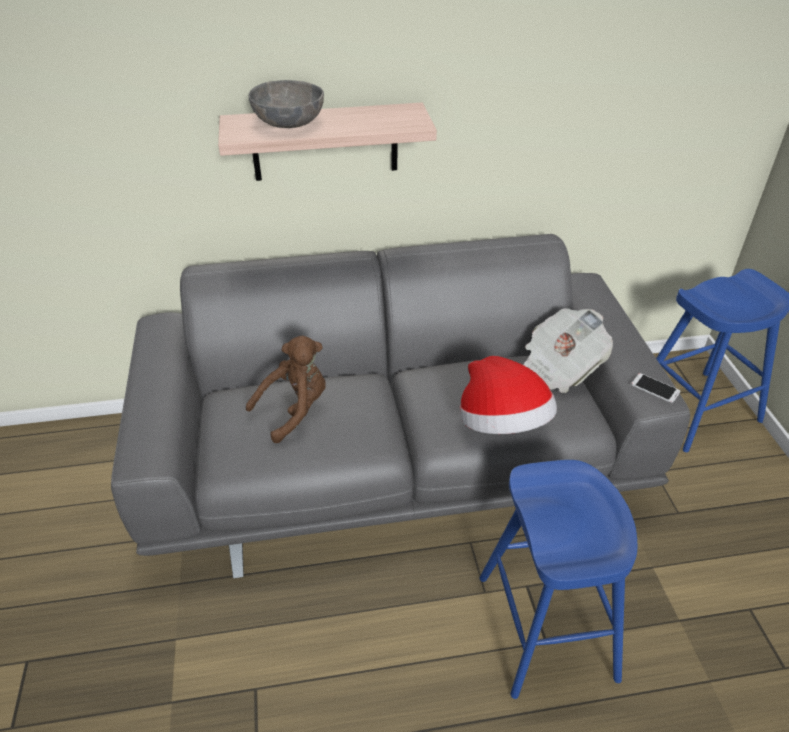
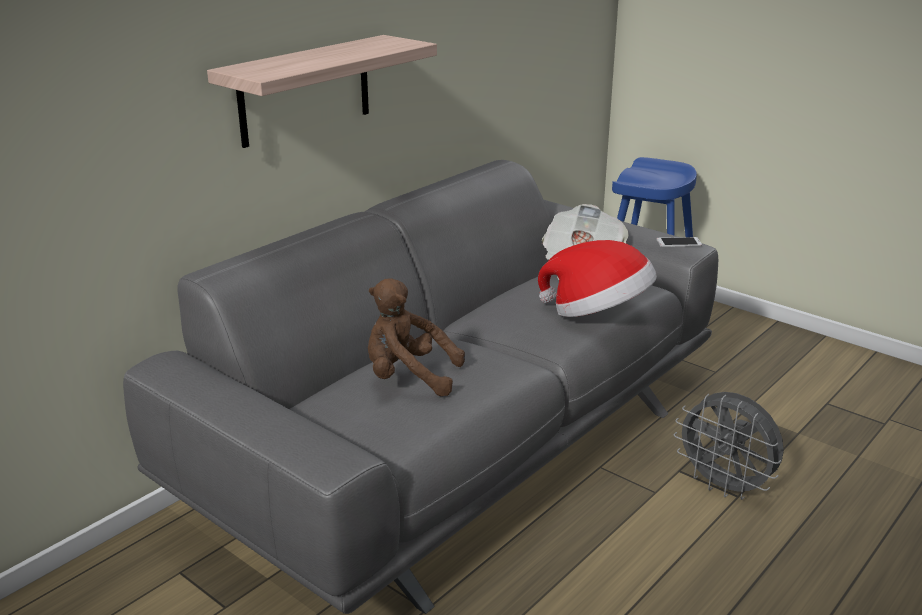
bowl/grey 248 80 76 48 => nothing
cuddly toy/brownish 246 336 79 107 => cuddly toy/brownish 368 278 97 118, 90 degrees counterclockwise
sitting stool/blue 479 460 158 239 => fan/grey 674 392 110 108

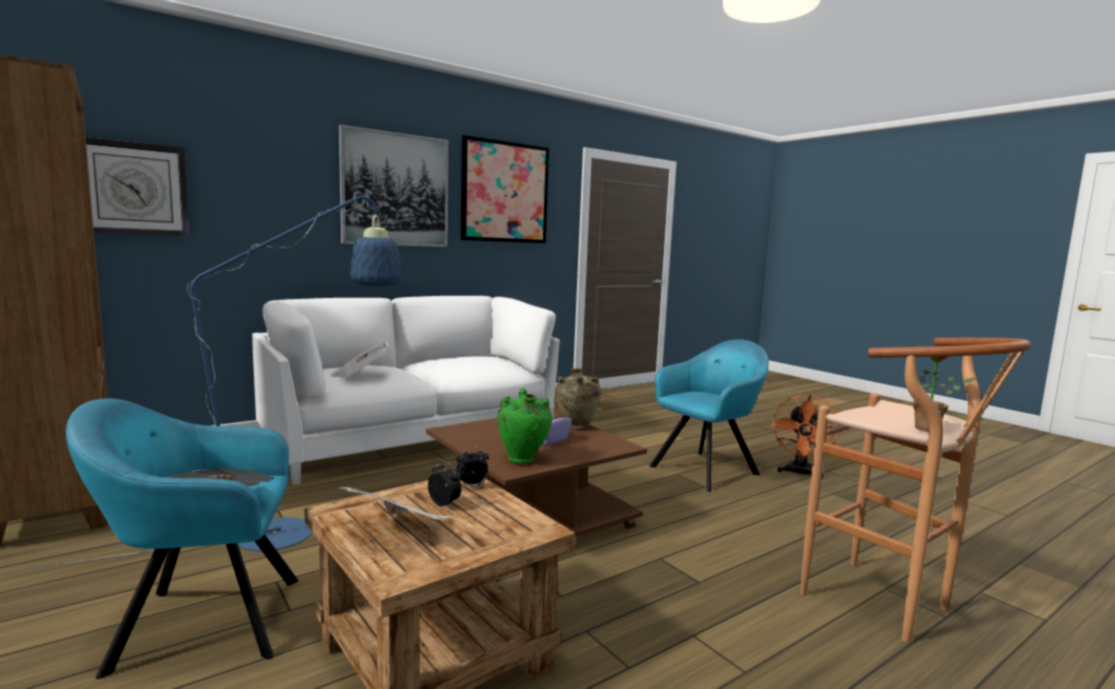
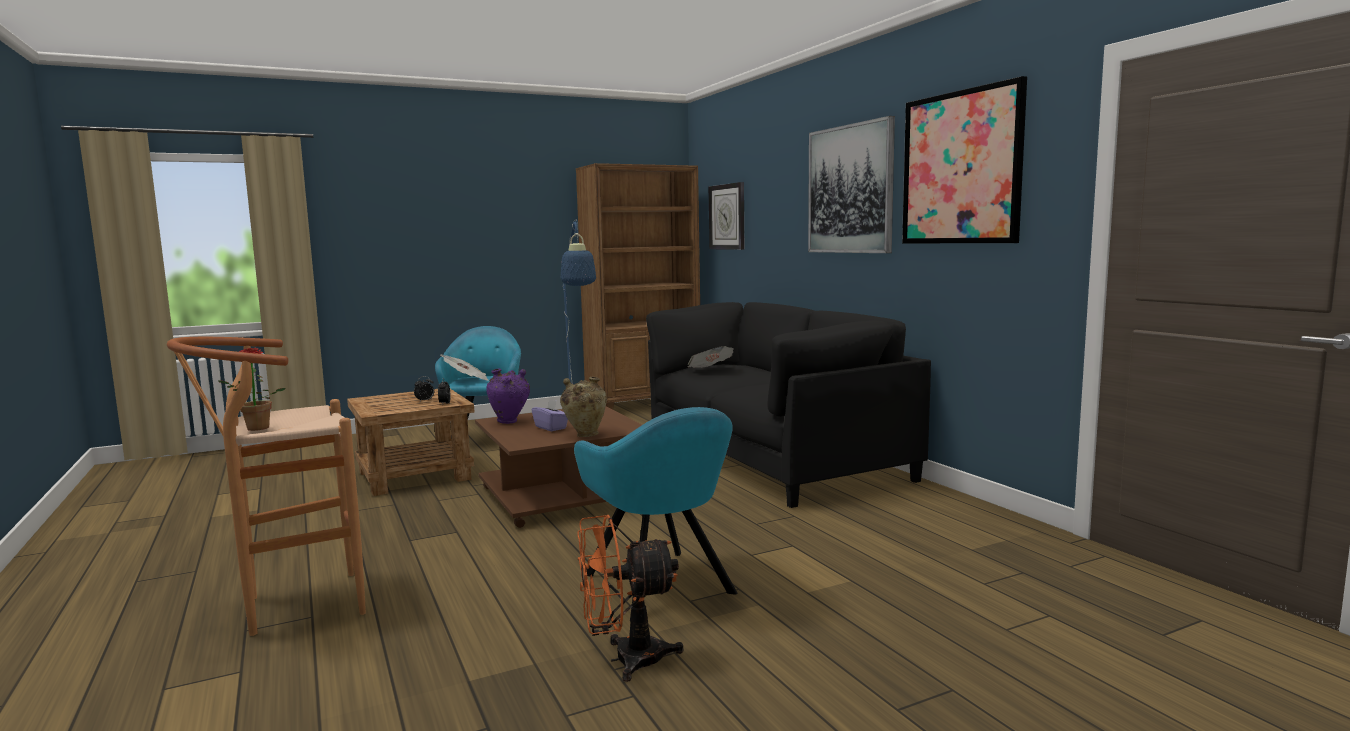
settee/white-coloured 252 296 308 189 => settee/black 646 302 285 206
vase/green 497 388 55 76 => vase/purple-coloured 486 368 44 56
fan/orangey 772 395 67 84 => fan/orangey 577 515 107 167, 45 degrees counterclockwise
newspaper 339 487 110 33 => nothing

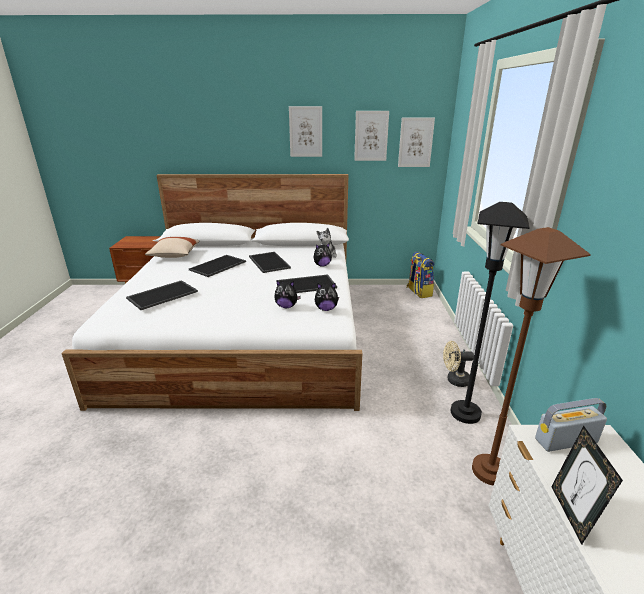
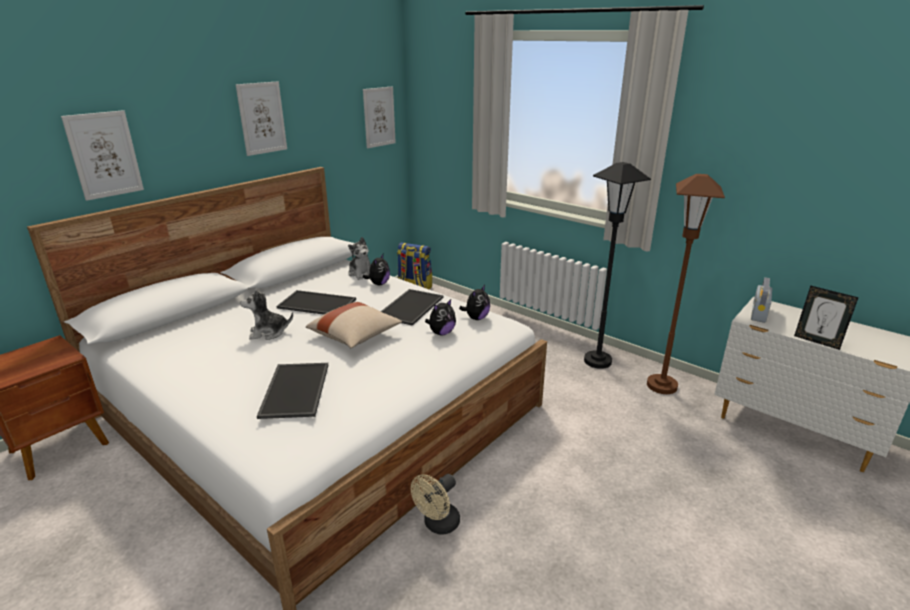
wall picture 354 111 35 50 => wall picture 61 110 83 91, relocated
cushion/beige 145 237 54 21 => cushion/beige 306 302 96 46, relocated
carrying tray 189 255 57 22 => cuddly toy 240 288 53 52
fan/beige 443 341 31 46 => fan/beige 411 474 49 61, relocated

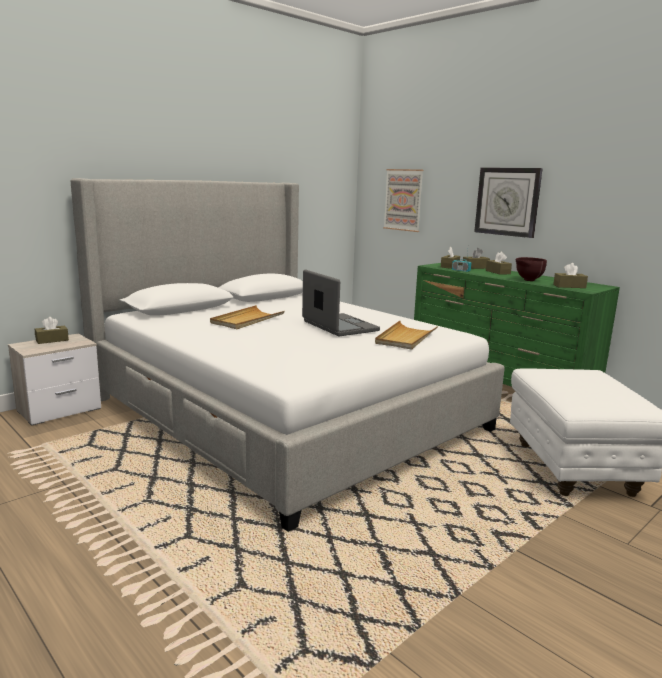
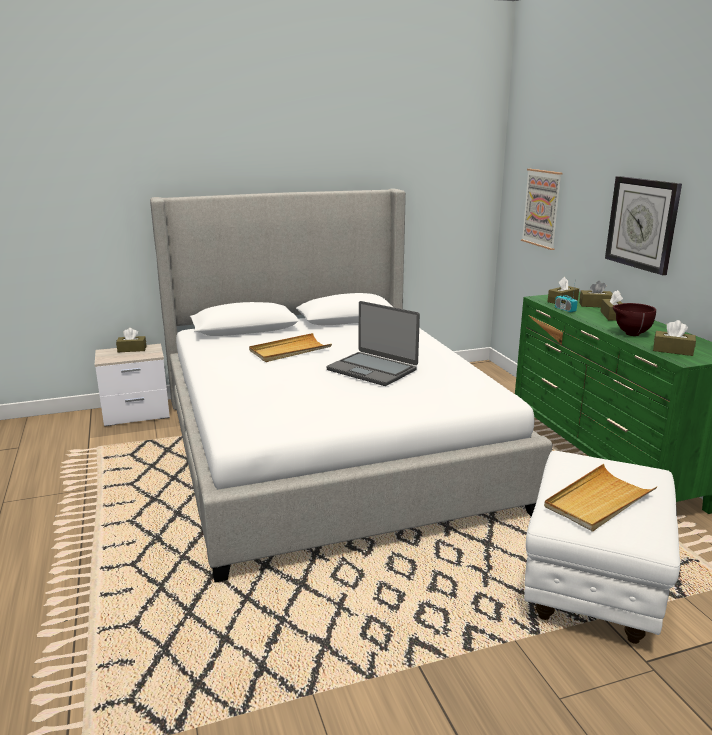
portable computer 302 269 78 67 => portable computer 327 301 93 85, 135 degrees clockwise
carrying tray/beige 375 321 63 29 => carrying tray/beige 544 464 113 67, relocated

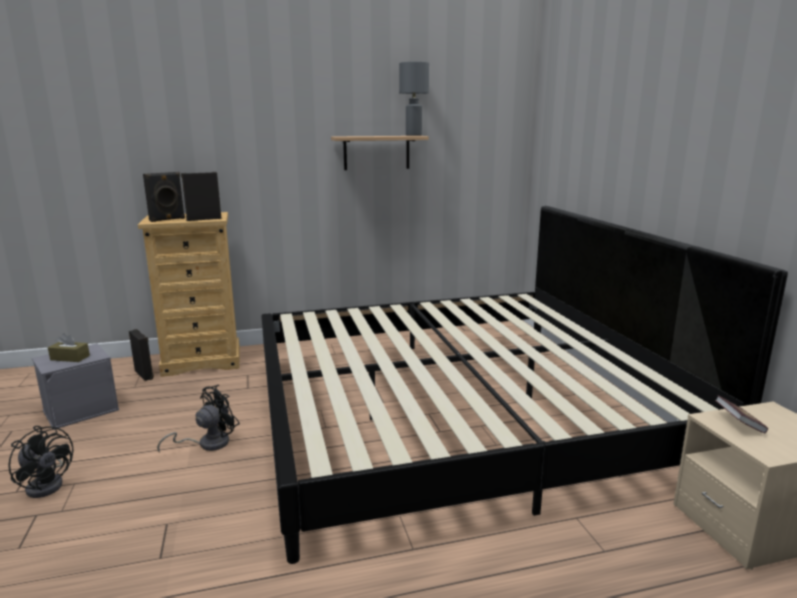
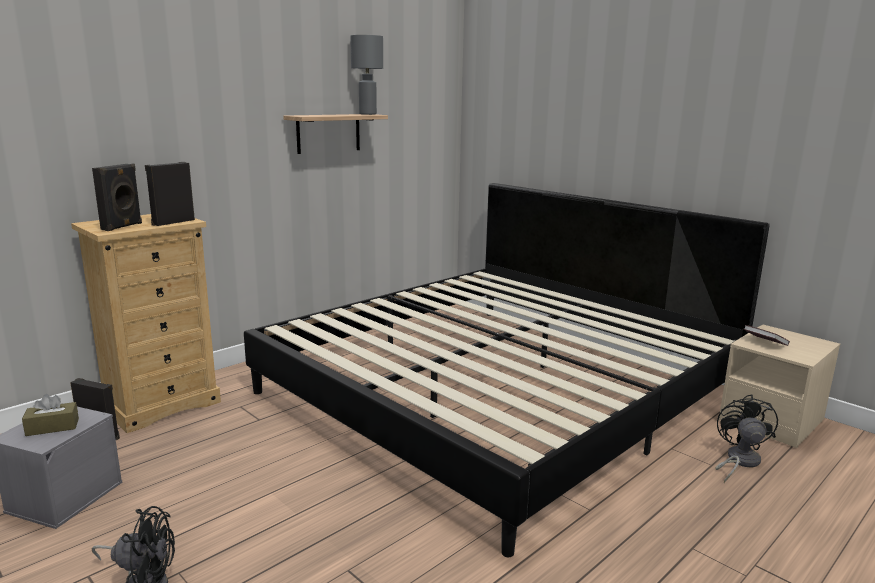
fan/black 157 385 83 68 => fan/black 715 394 63 89, relocated

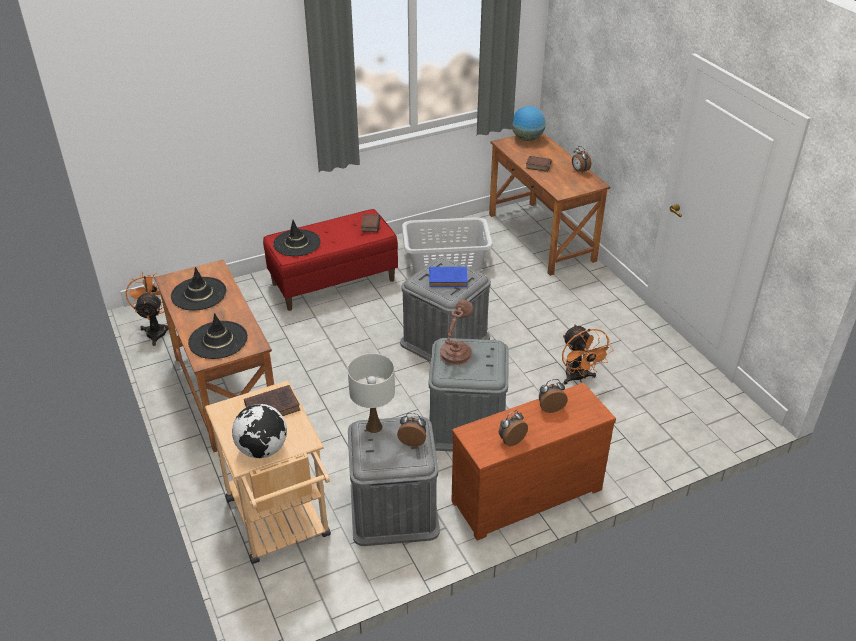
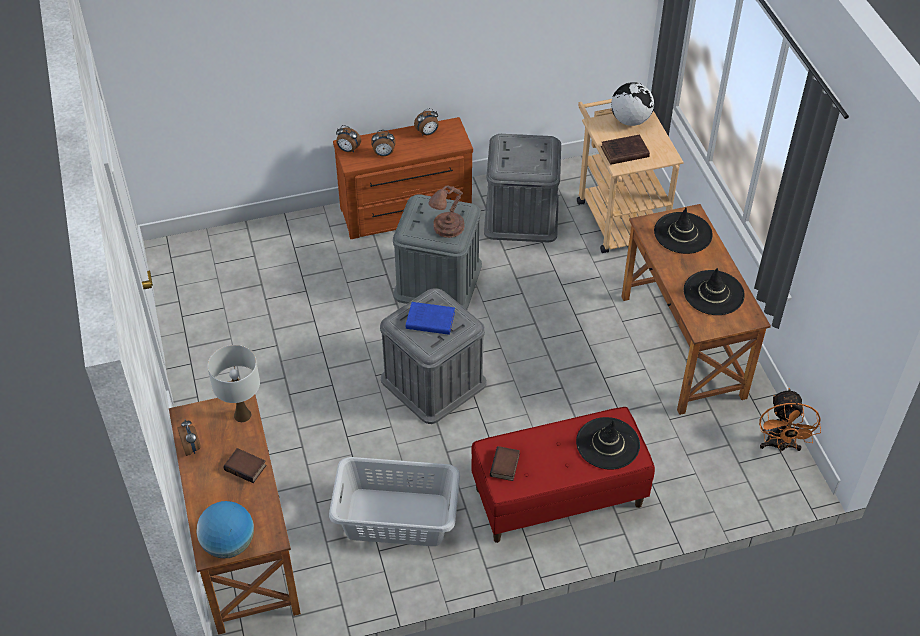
fan/orangey 562 324 51 61 => nothing
table lamp/white-coloured 348 353 47 80 => table lamp/white-coloured 208 345 52 77, relocated
table clock 397 413 29 34 => table clock 336 125 25 27, relocated

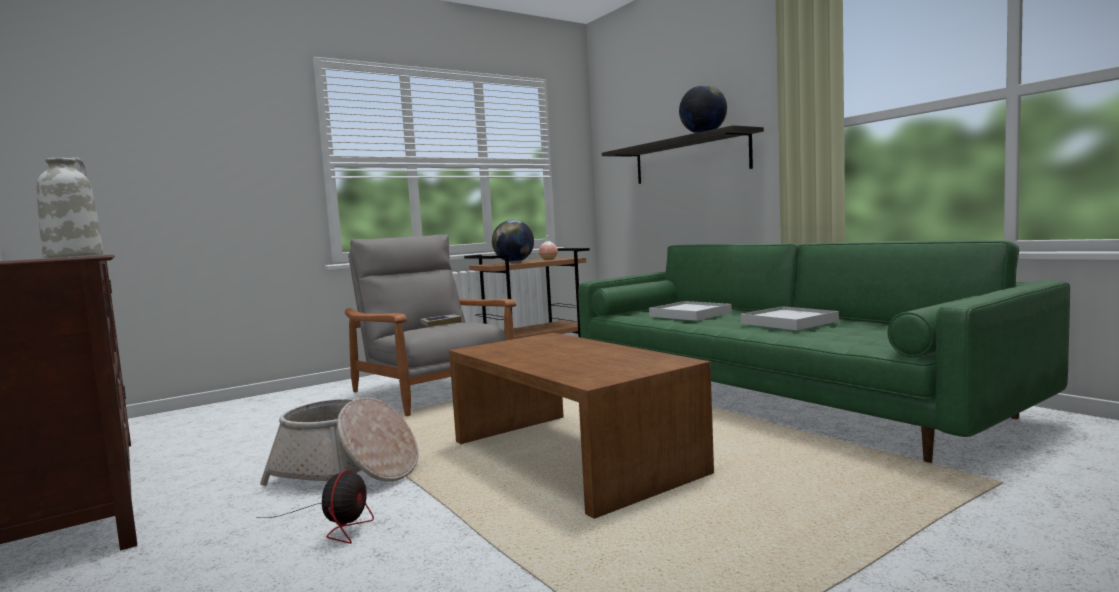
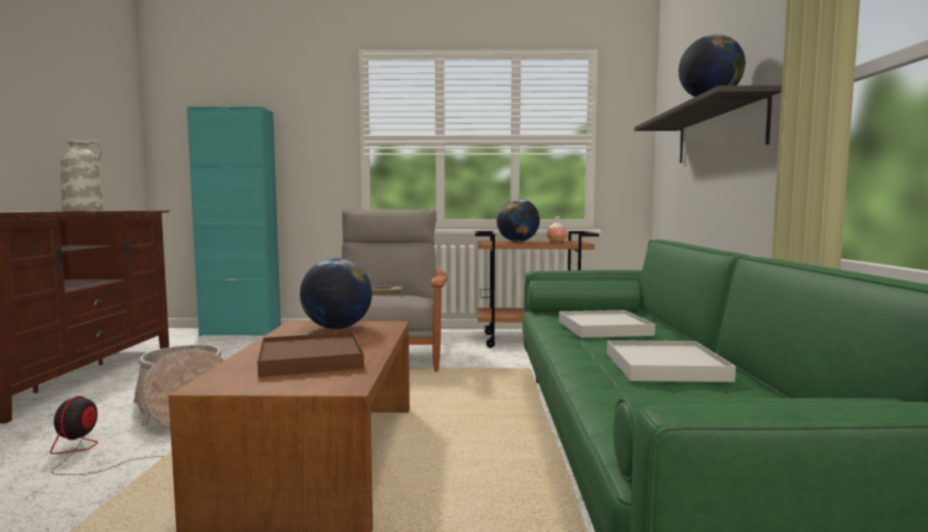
fan 256 470 118 74 => fan 50 396 114 79, 135 degrees clockwise
nothing => storage cabinet/turquoise-coloured 187 106 94 230
nothing => globe 300 258 72 71
nothing => carrying tray/brownish 257 332 107 45

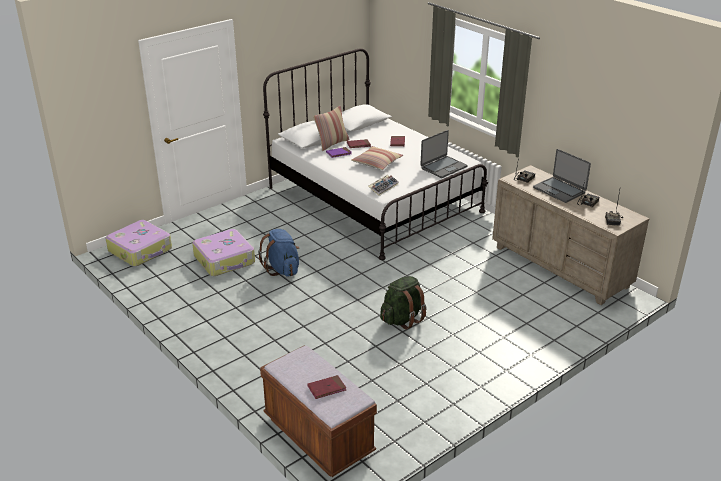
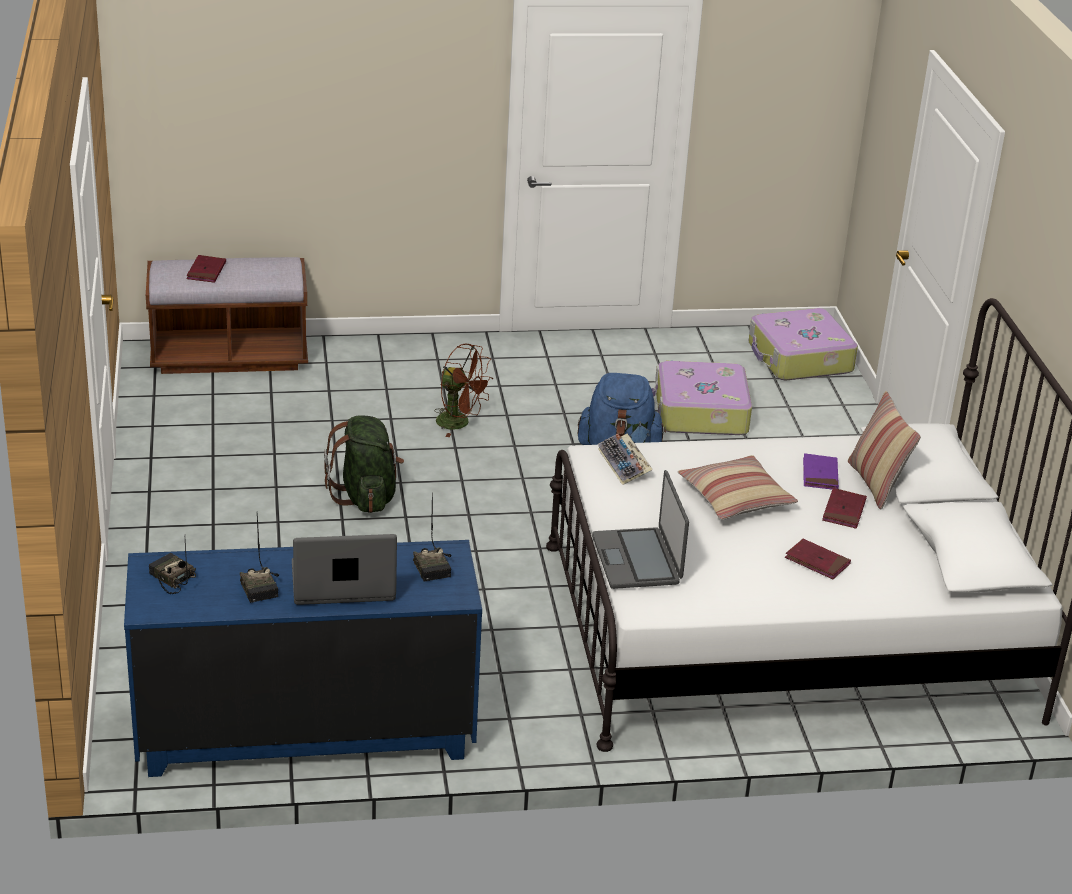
chest of drawers/beige 492 165 158 140 => chest of drawers/blue 124 540 358 237
nothing => fan/brownish 434 344 59 93

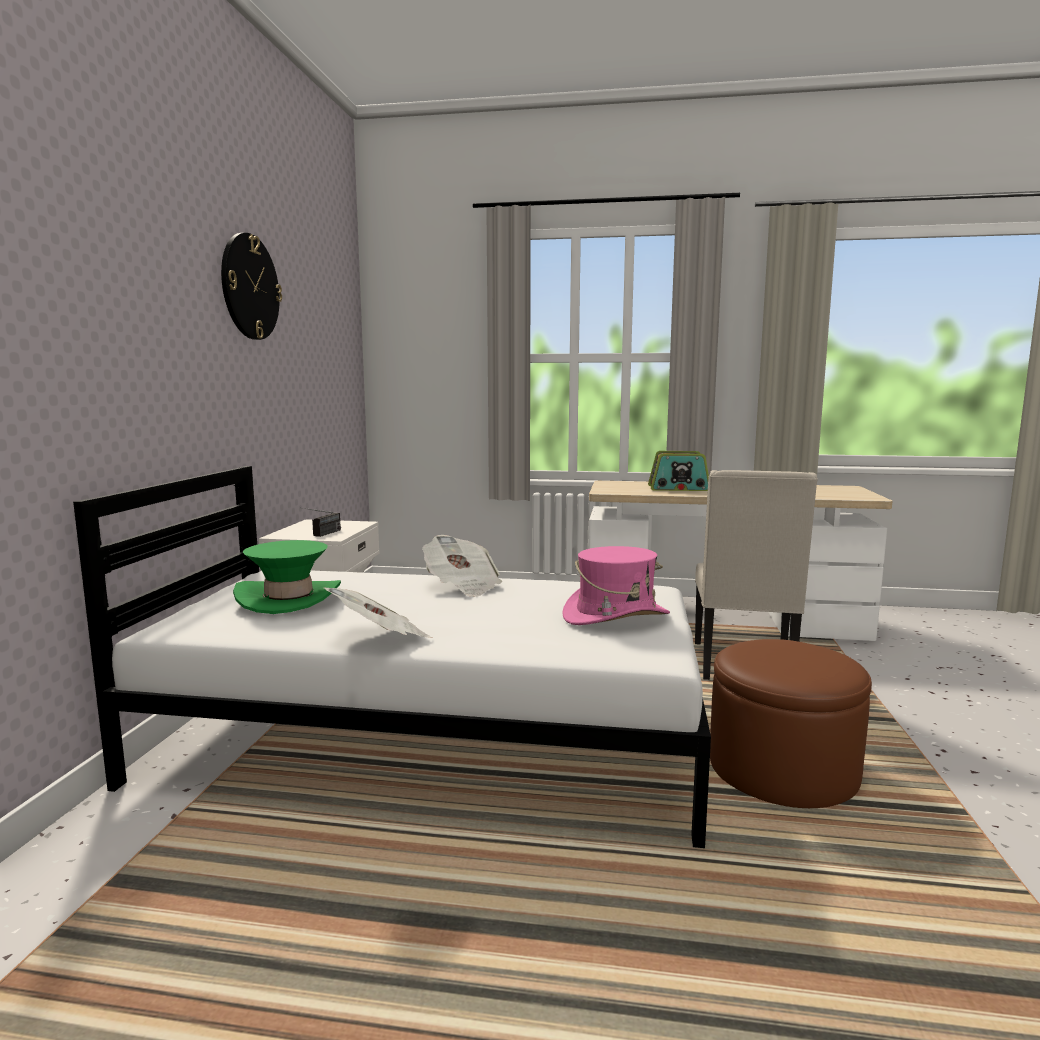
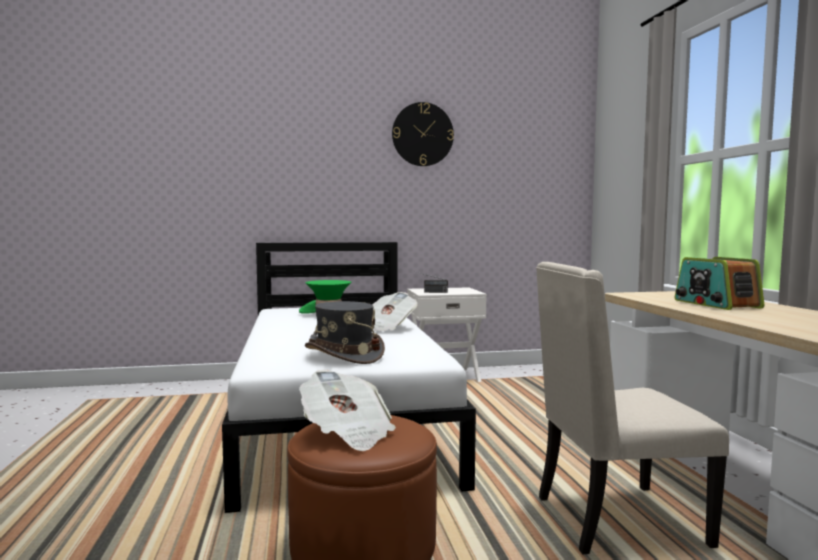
hat/pinkish 562 546 108 79 => hat/grey 305 301 80 63
newspaper 324 588 109 50 => newspaper 299 370 97 81, relocated

